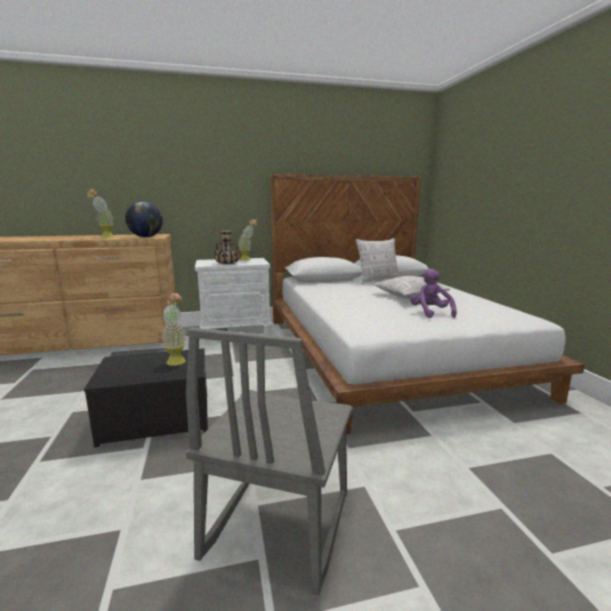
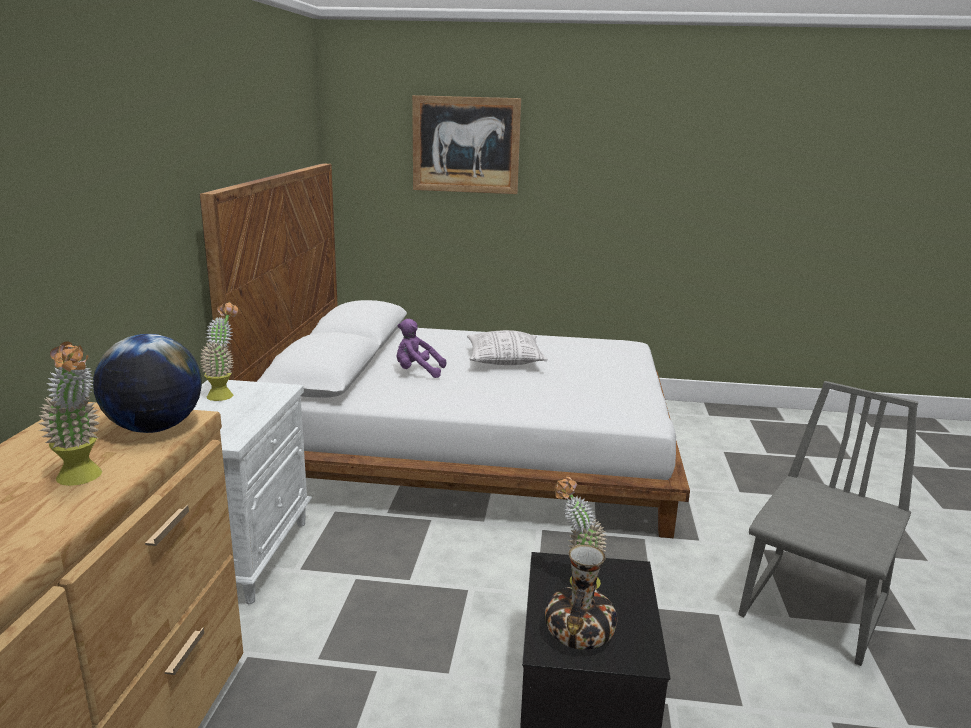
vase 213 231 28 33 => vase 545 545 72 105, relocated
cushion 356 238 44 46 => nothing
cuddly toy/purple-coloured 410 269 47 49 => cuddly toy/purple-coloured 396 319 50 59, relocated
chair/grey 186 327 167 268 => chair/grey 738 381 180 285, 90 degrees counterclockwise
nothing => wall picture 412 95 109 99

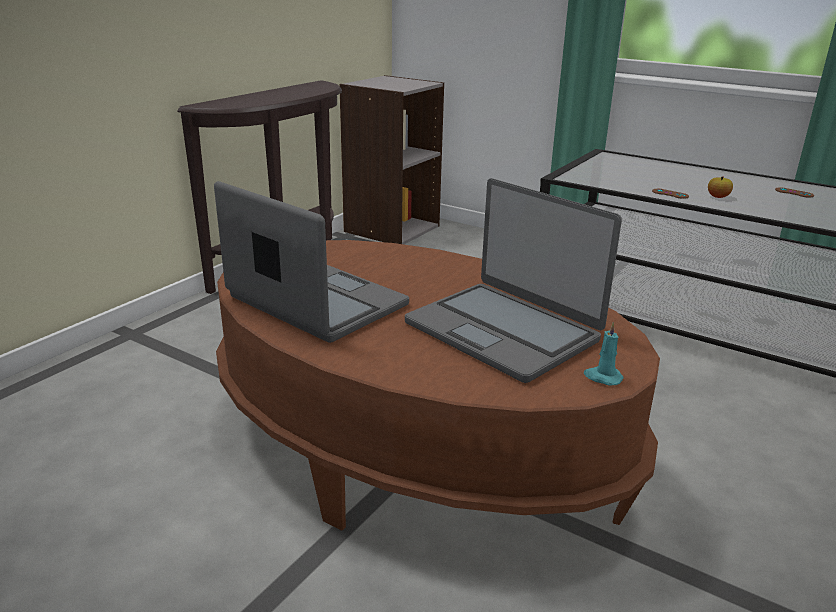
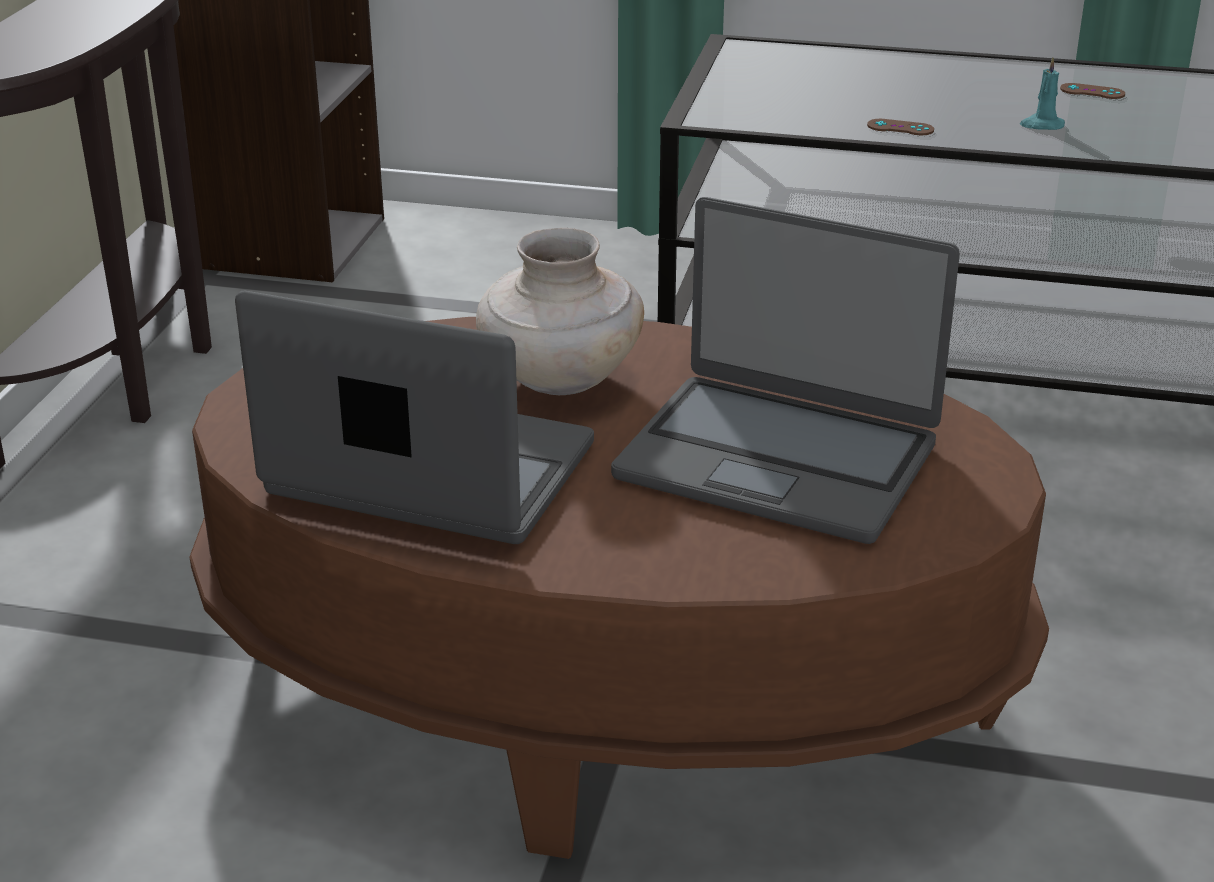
apple fruit 708 176 25 22 => nothing
wax light/turquoise-coloured 584 322 40 63 => wax light/turquoise-coloured 1020 57 45 73, relocated
nothing => vase/beige 476 228 168 167

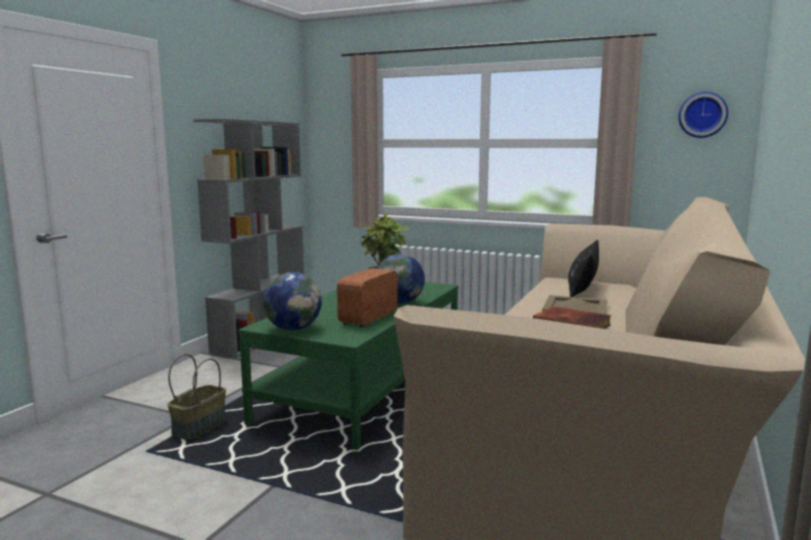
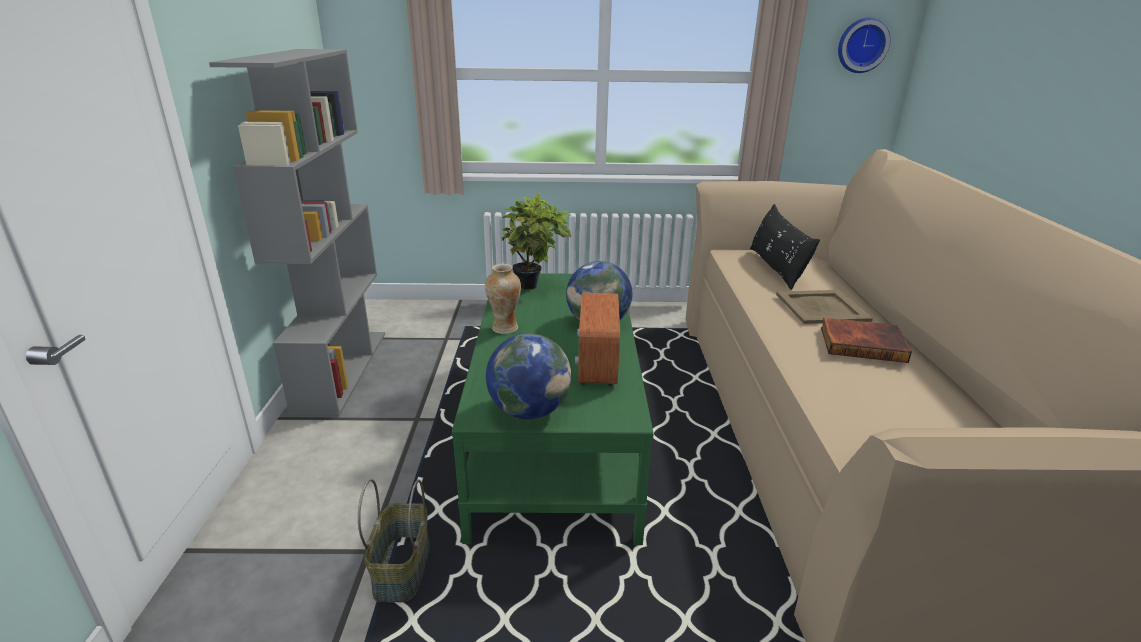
nothing => vase 485 264 36 70

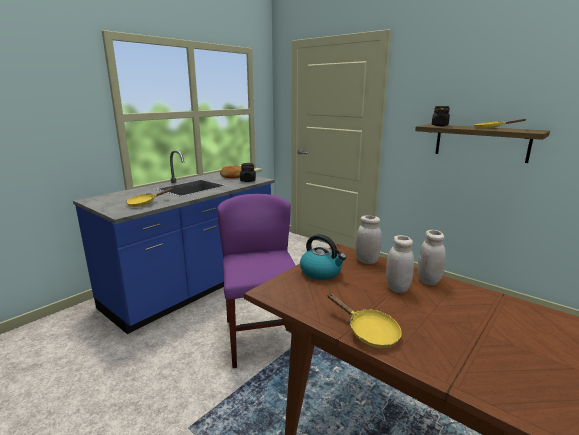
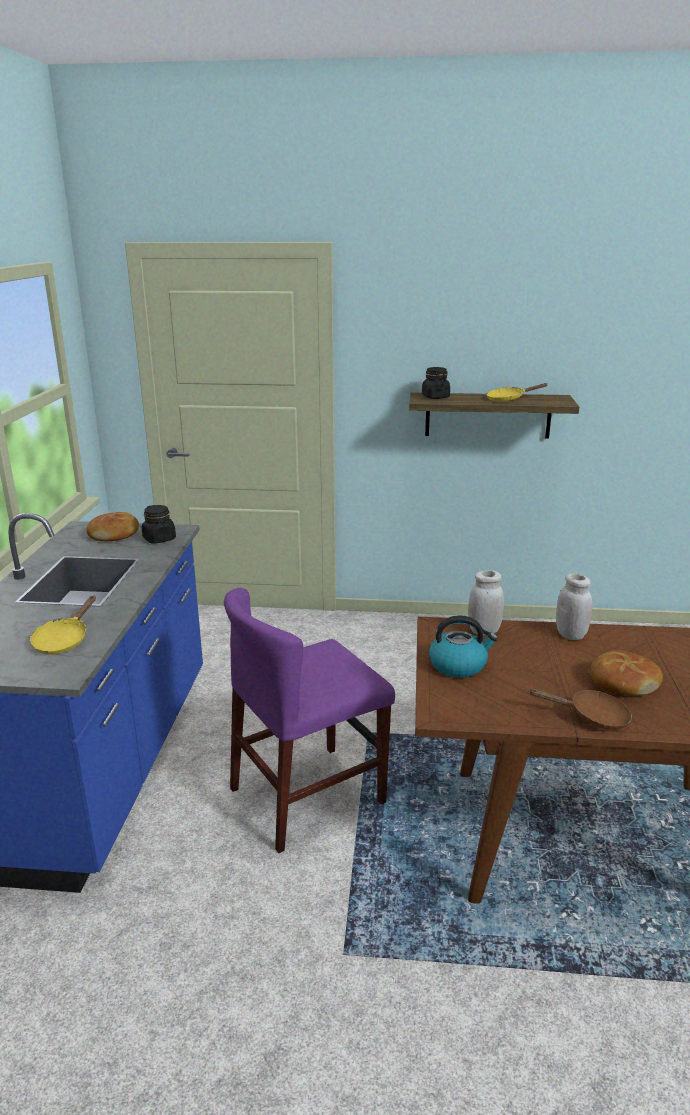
chair/purple-coloured 217 194 79 174 => chair/purple-coloured 224 588 171 265, 75 degrees counterclockwise
jar/white-coloured 386 235 28 58 => nothing
frying pan/yellow 327 293 75 55 => frying pan/brownish 528 689 104 41
nothing => bakery bread 590 650 73 46

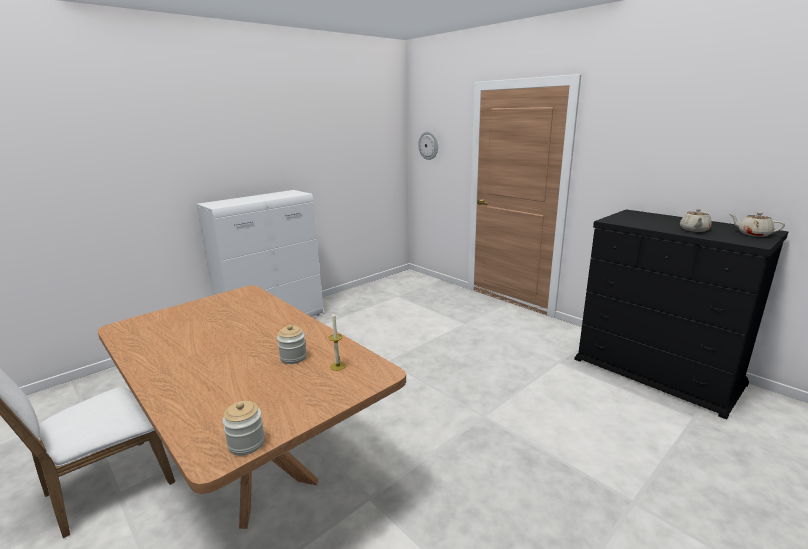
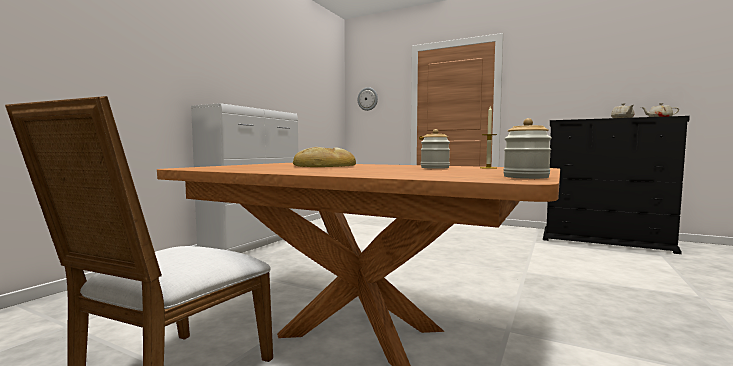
nothing => bakery bread 293 147 63 20

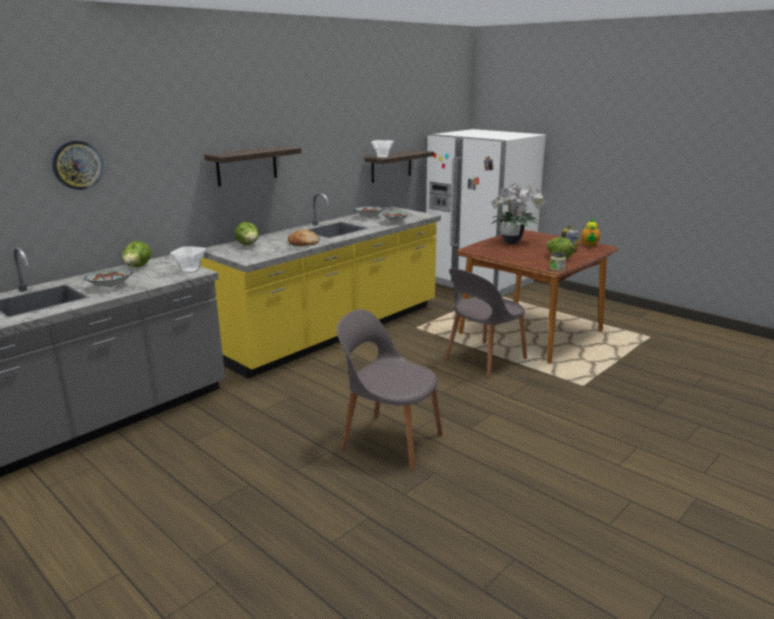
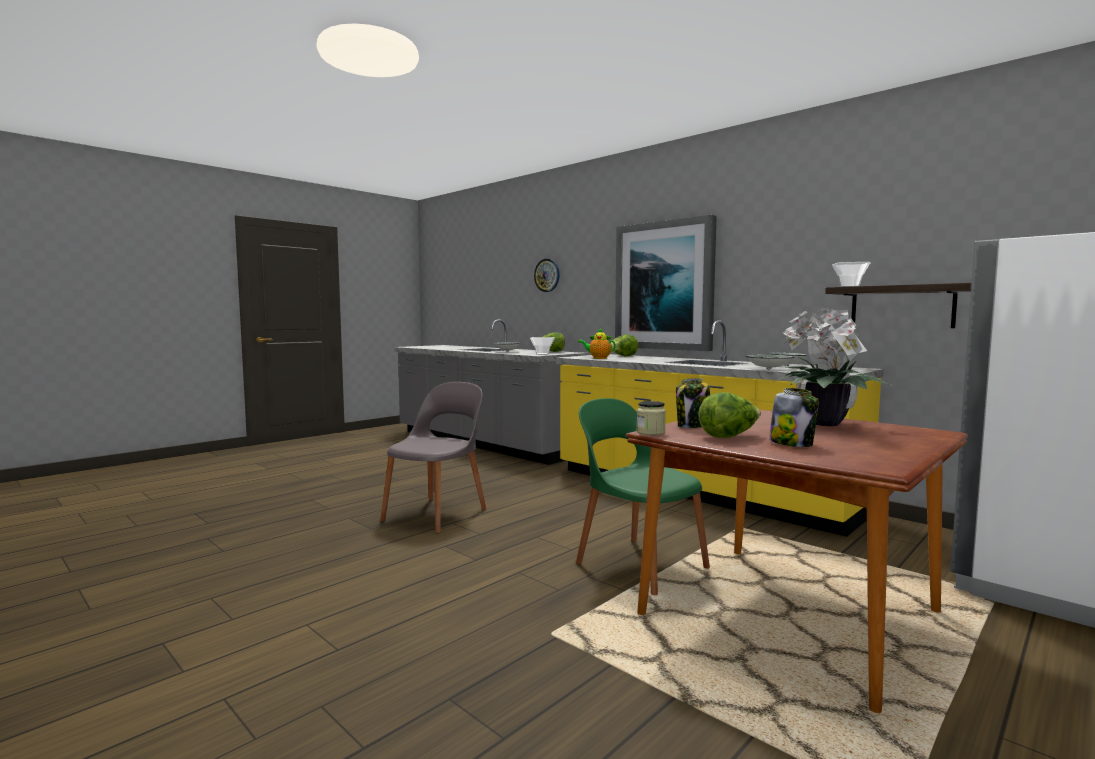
shelf 204 146 97 40 => wall picture 615 215 102 136
tea pot 581 218 20 28 => tea pot 578 328 38 31, relocated
bakery bread 288 229 32 17 => nothing
chair/grey 445 268 82 110 => chair/green 576 398 134 197
nothing => jar 676 378 34 50

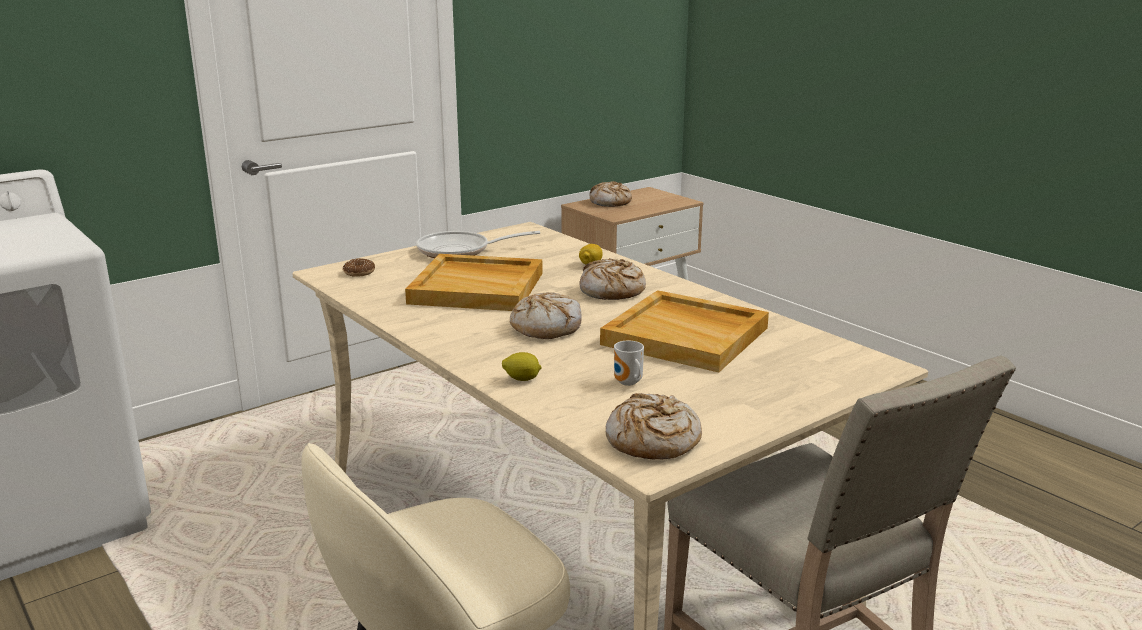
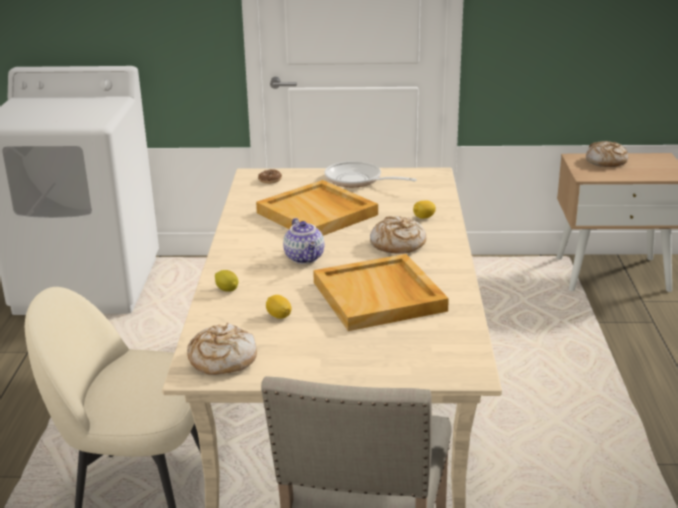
bakery bread 510 292 72 47 => tea pot 283 218 41 46
tea mug 614 341 30 45 => citrus fruit 266 295 26 24

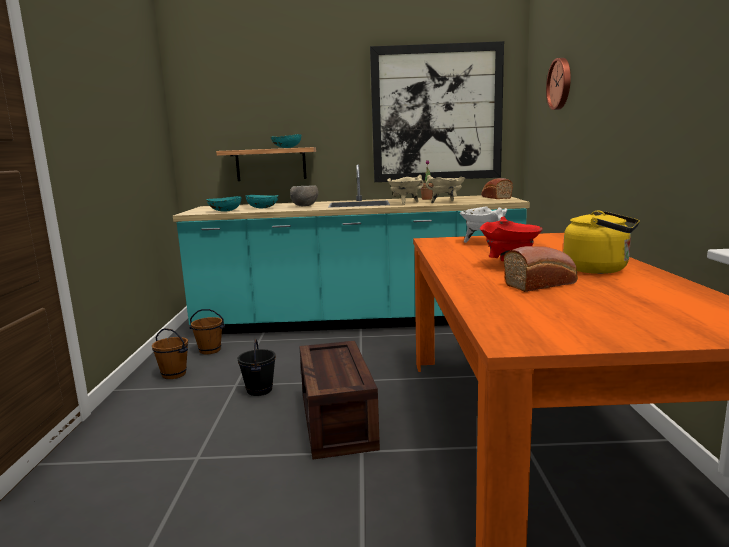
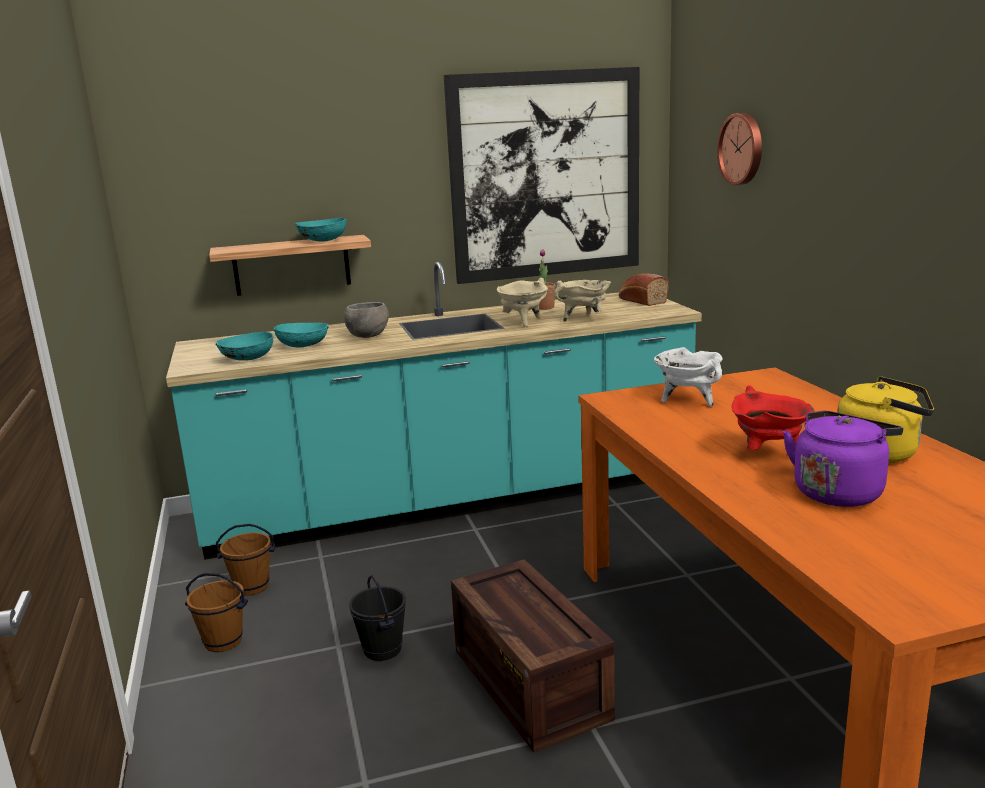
bakery bread 504 246 74 46 => tea kettle/purple-coloured 783 411 120 96

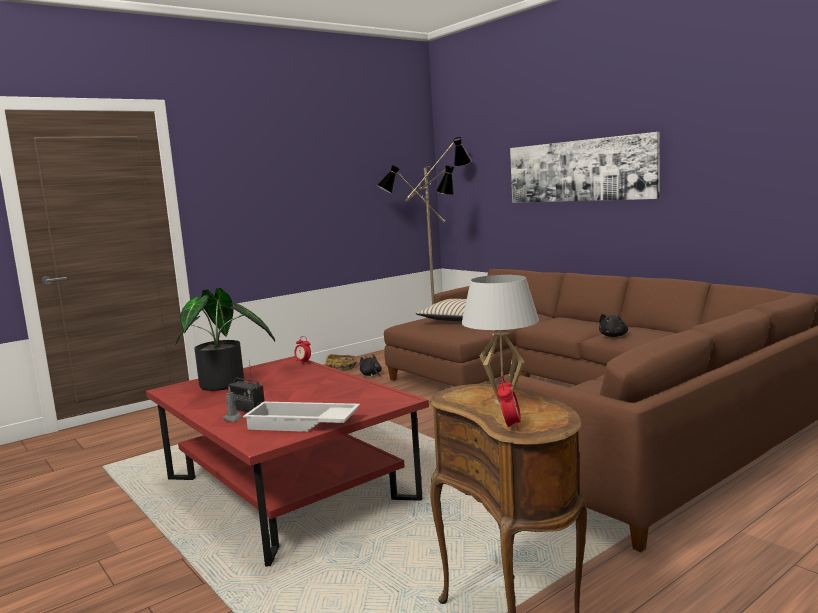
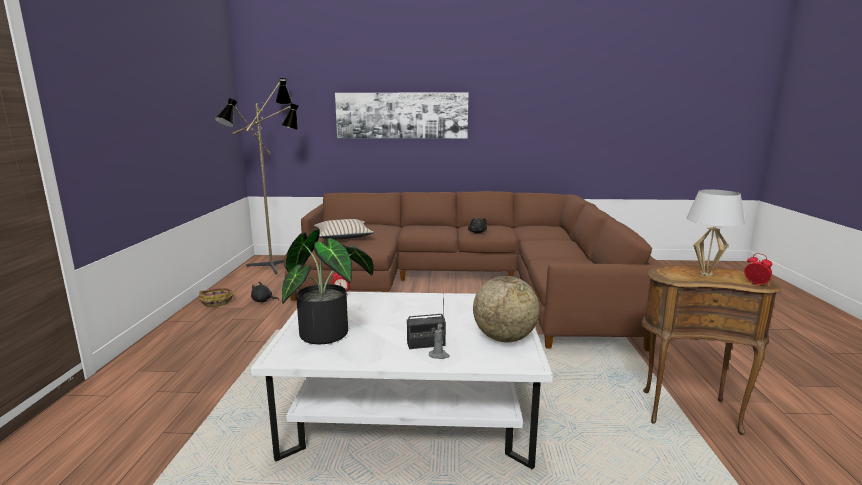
lounge table/red-coloured 146 356 283 211 => lounge table/white-coloured 251 292 302 177
carrying tray/white-coloured 243 402 117 30 => globe 473 276 67 66

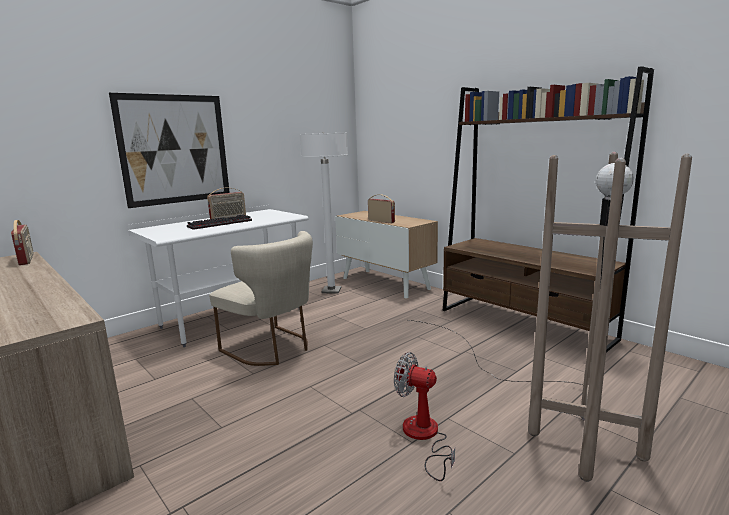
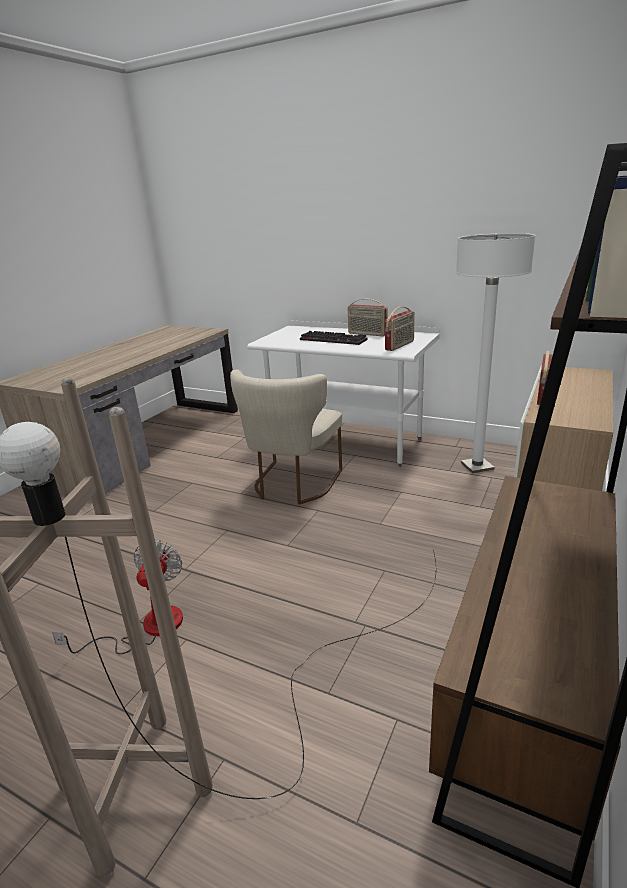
wall picture 109 93 121 115 => nothing
radio receiver 11 220 23 45 => radio receiver 385 307 30 44, relocated

